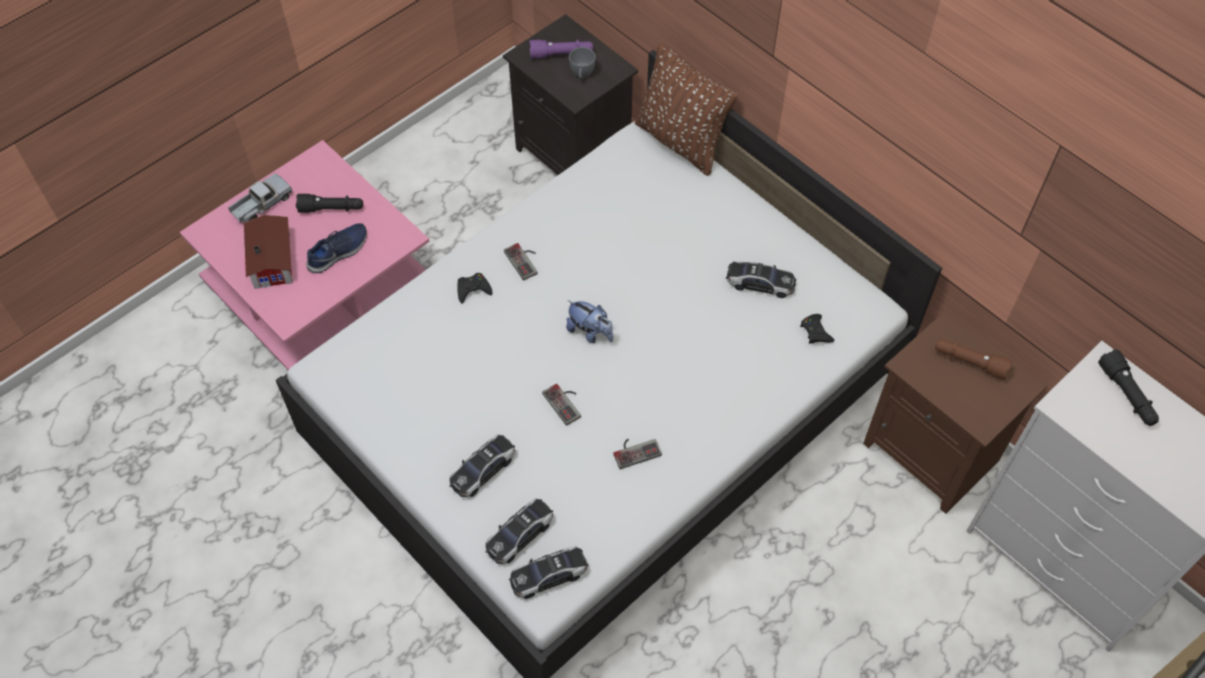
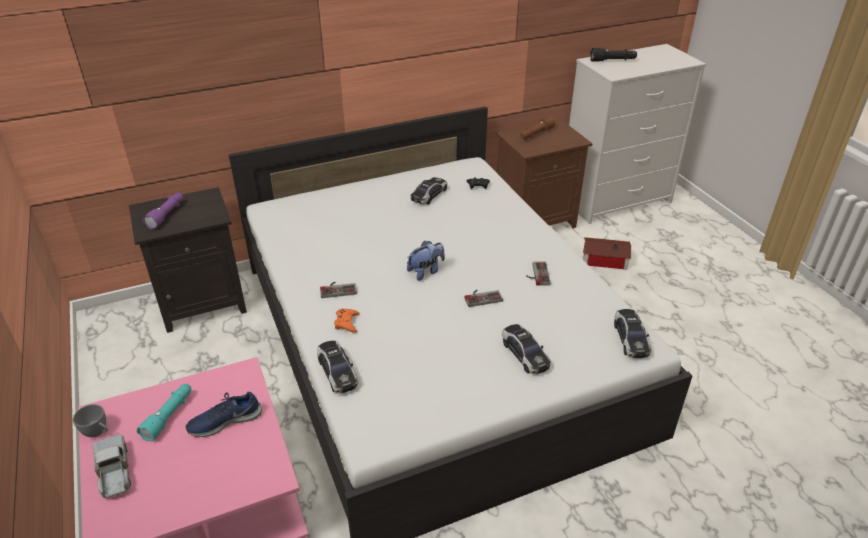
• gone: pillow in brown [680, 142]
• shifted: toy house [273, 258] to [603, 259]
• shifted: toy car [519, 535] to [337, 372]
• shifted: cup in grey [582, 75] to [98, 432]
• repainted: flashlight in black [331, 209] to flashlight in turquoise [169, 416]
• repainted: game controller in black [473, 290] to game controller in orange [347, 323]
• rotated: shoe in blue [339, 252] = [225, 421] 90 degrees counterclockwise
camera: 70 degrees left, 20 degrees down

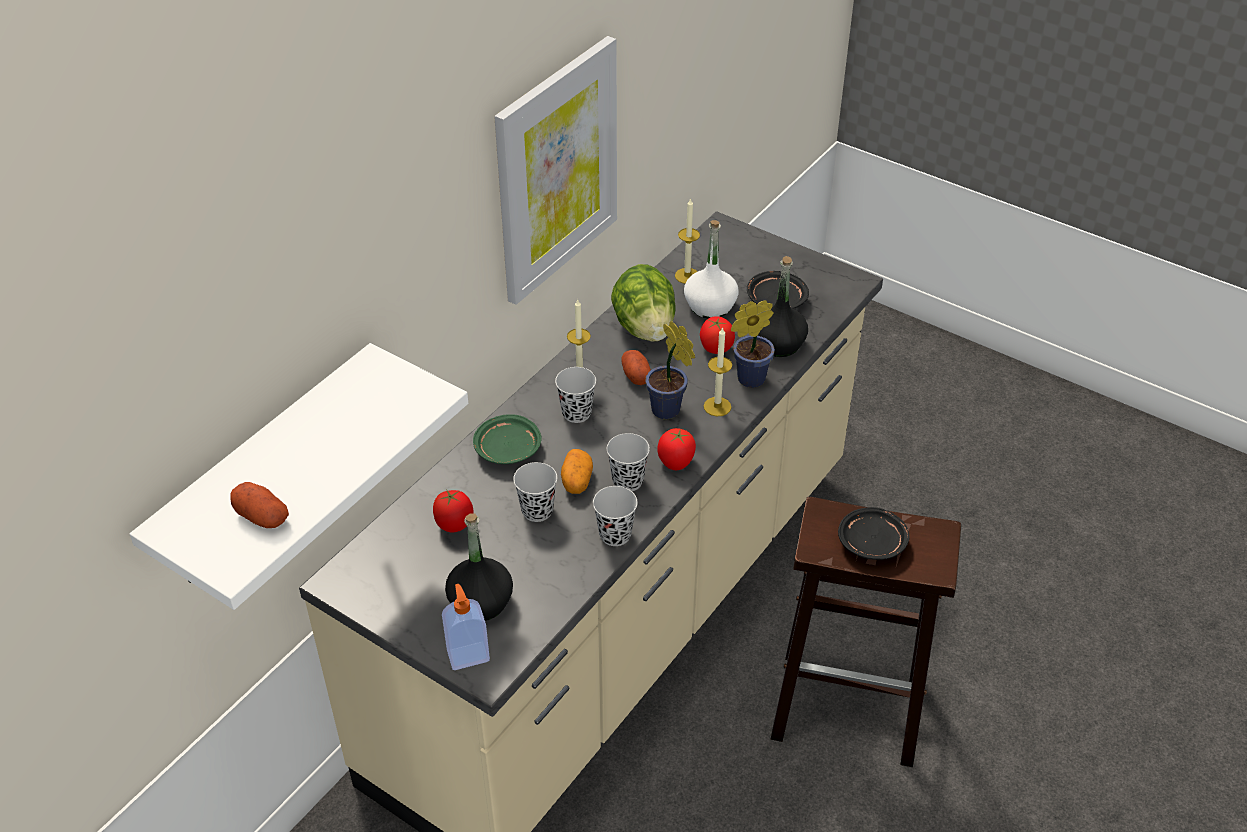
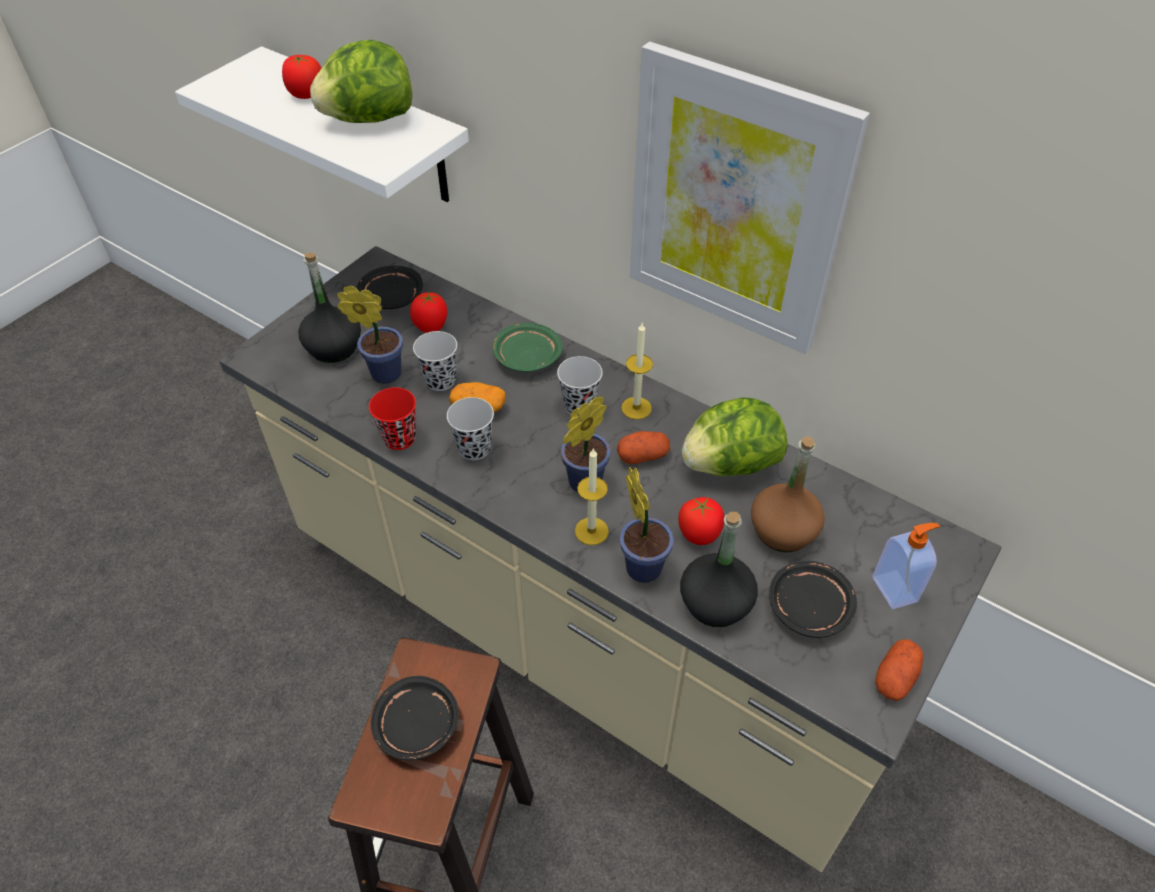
• gone: candle [687, 276]
• new: lettuce [369, 119]
• new: potted plant [382, 373]
• new: plate in black [391, 297]
• shifted: potato [262, 516] to [895, 678]
• shifted: soap dispenser [468, 654] to [895, 589]
• shifted: tomato [676, 462] to [306, 95]
• repainted: cup in black [615, 535] to cup in red [399, 438]
• repainted: bottle in white [710, 306] to bottle in brown [783, 531]
camera: 90 degrees right, 5 degrees up

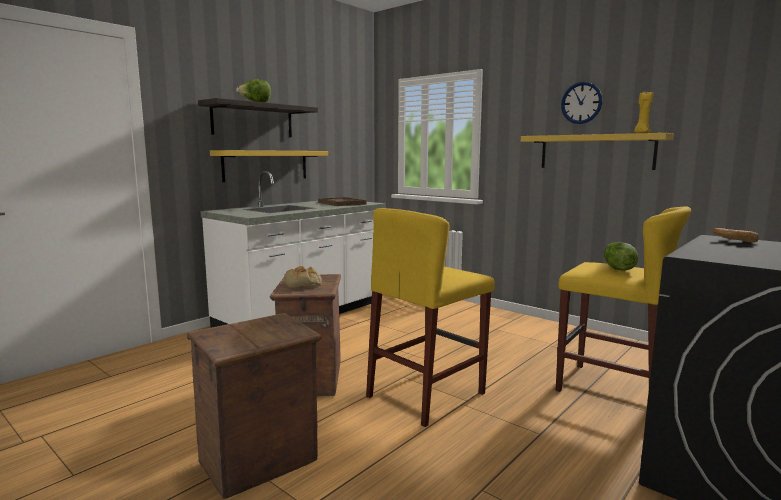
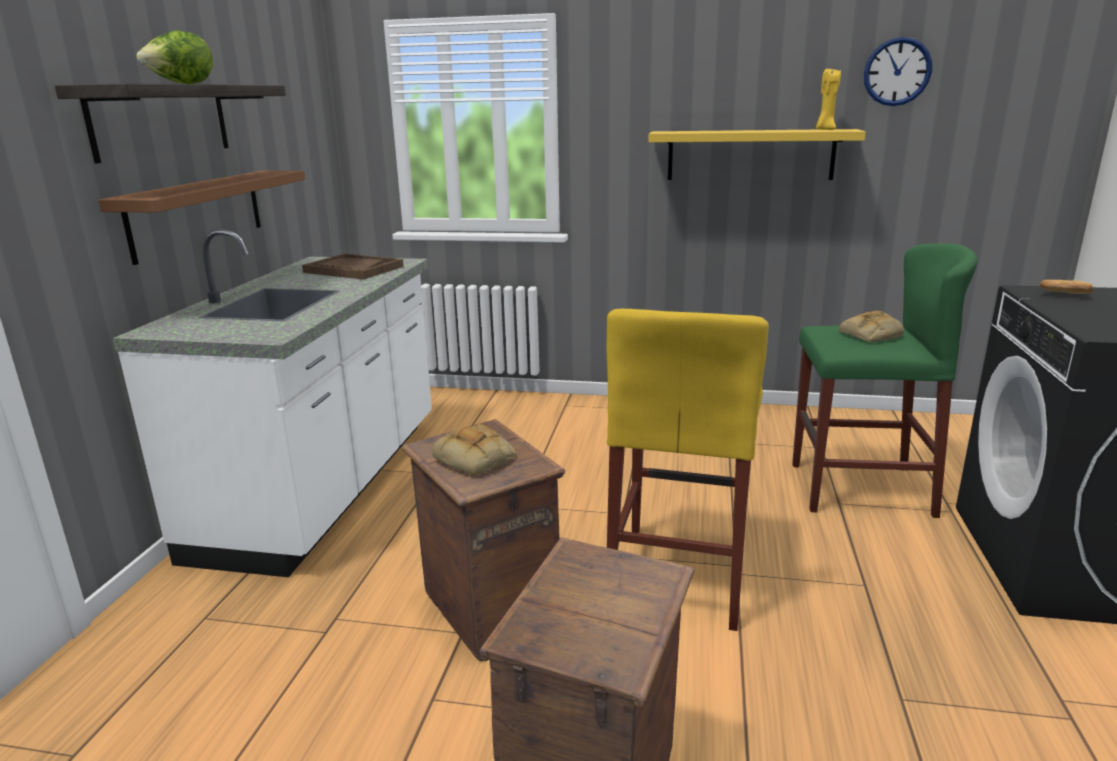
• shifted: wall clock [581, 103] to [897, 72]
• swapped: lettuce [617, 269] to bread [871, 335]
• repainted: shelf in yellow [266, 165] to shelf in brown [198, 213]
• repainted: stool in yellow [612, 389] to stool in green [860, 489]
camera: 30 degrees left, 10 degrees up

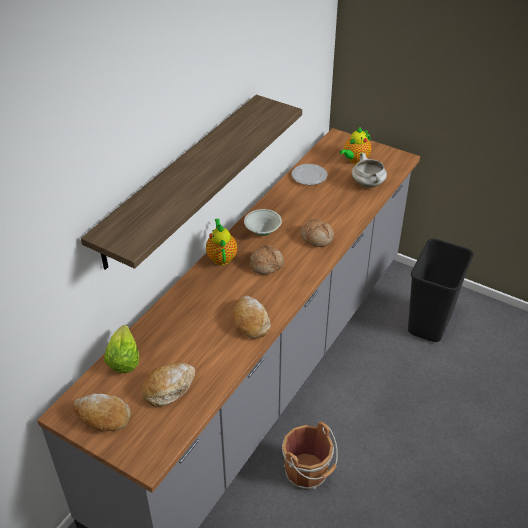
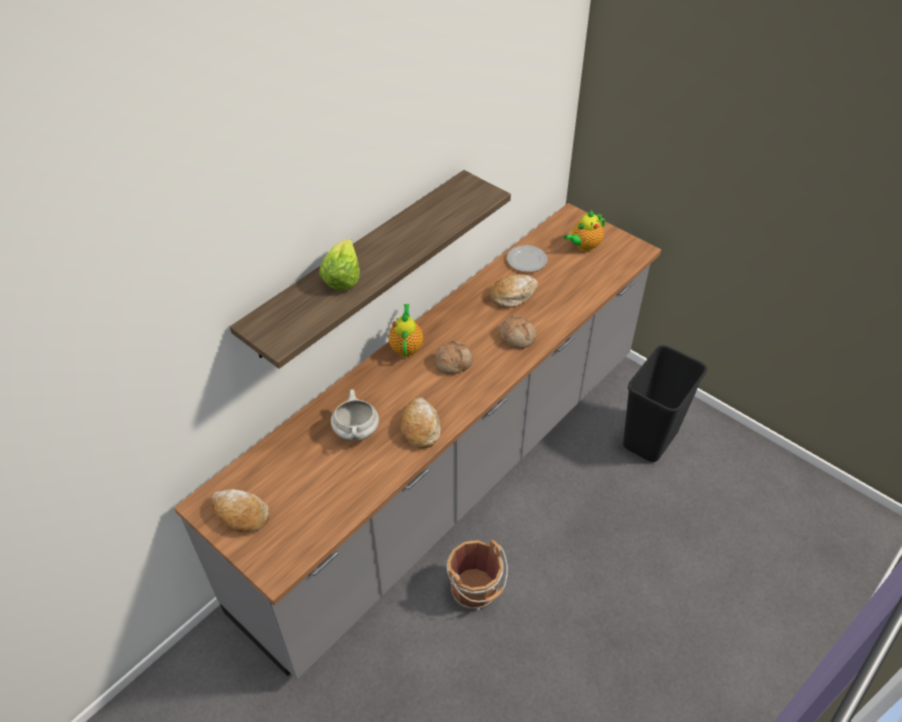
• gone: bowl in white [263, 232]
• shifted: lettuce [123, 359] to [342, 277]
• shifted: bread [169, 388] to [513, 295]
• shifted: cooking pot in white [368, 184] to [357, 432]
camera: 10 degrees right, 5 degrees up

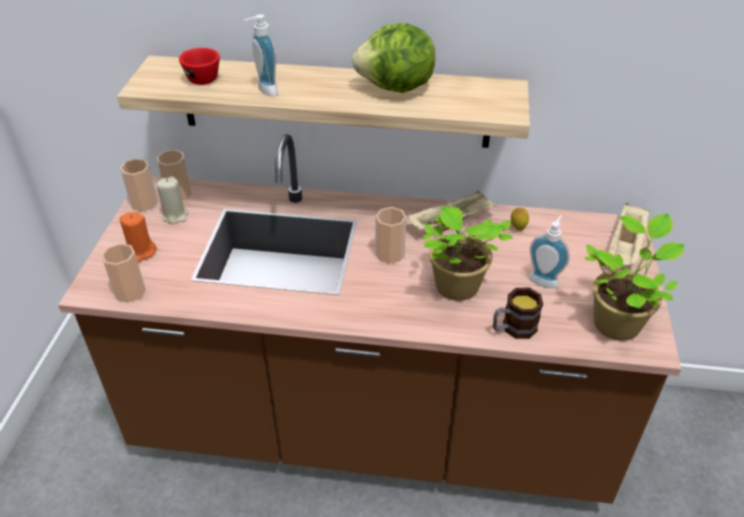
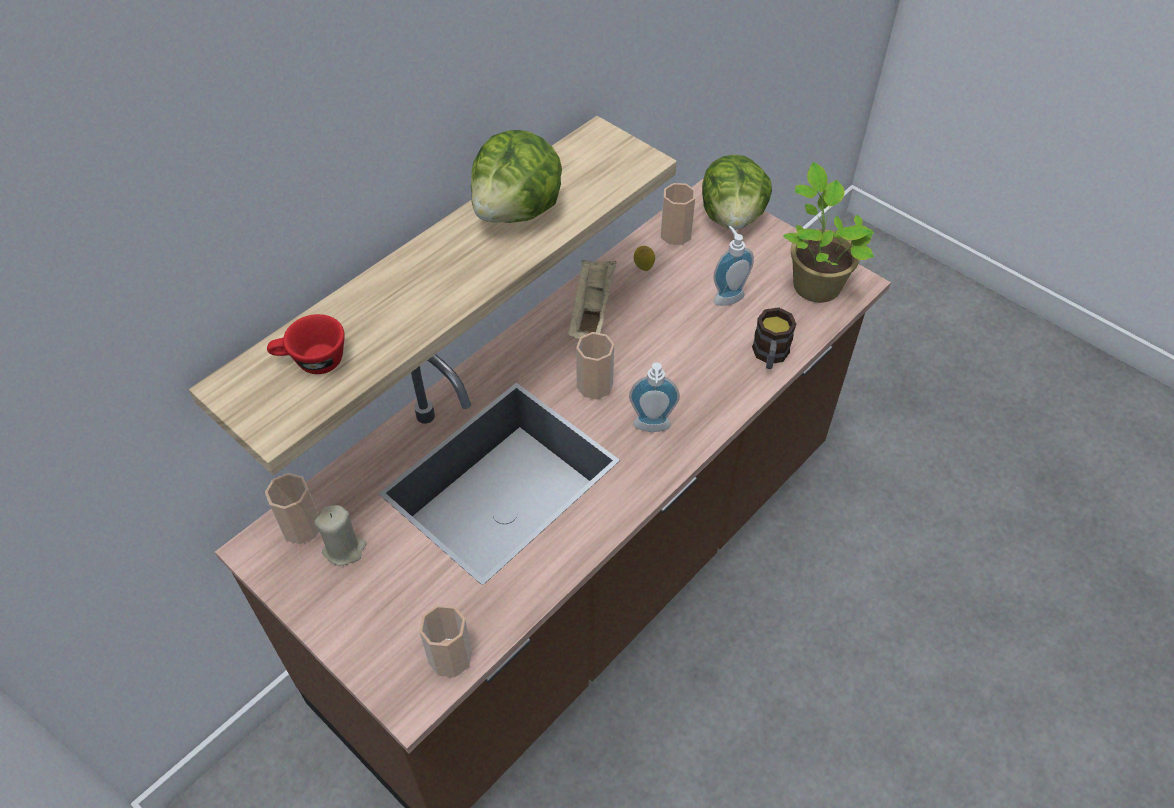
• gone: candle in orange [141, 252]
• gone: potted plant [456, 289]
• shifted: cup [144, 203] to [675, 234]
• shifted: soap dispenser [264, 90] to [651, 428]
• swapped: tray in beige [625, 248] to lettuce [732, 217]
camera: 55 degrees left, 10 degrees up

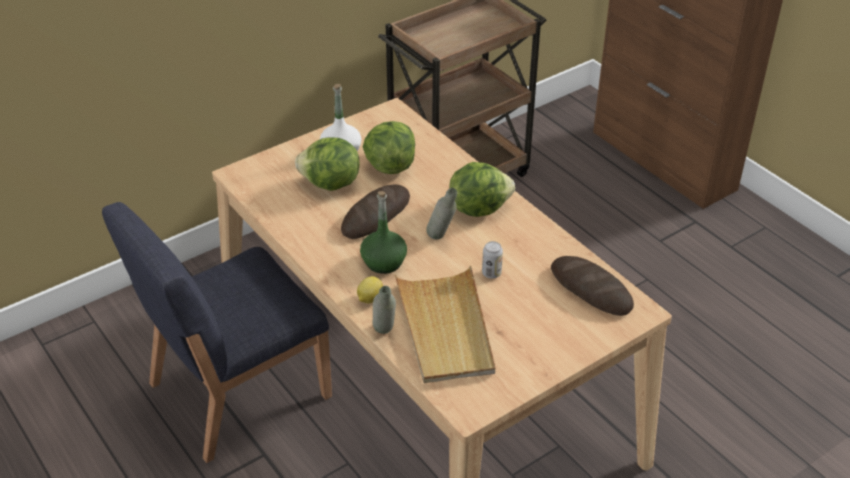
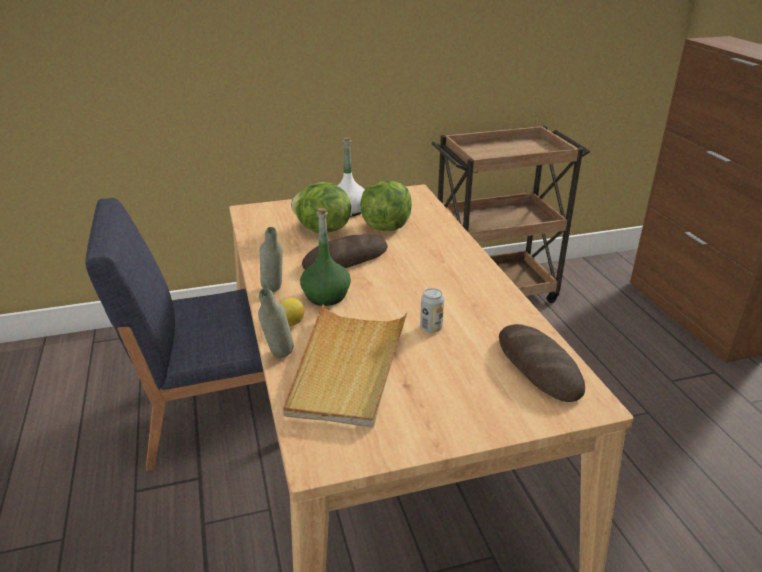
• gone: lettuce [478, 207]
• shifted: bottle in grey [441, 239] to [274, 293]
camera: 20 degrees right, 10 degrees down

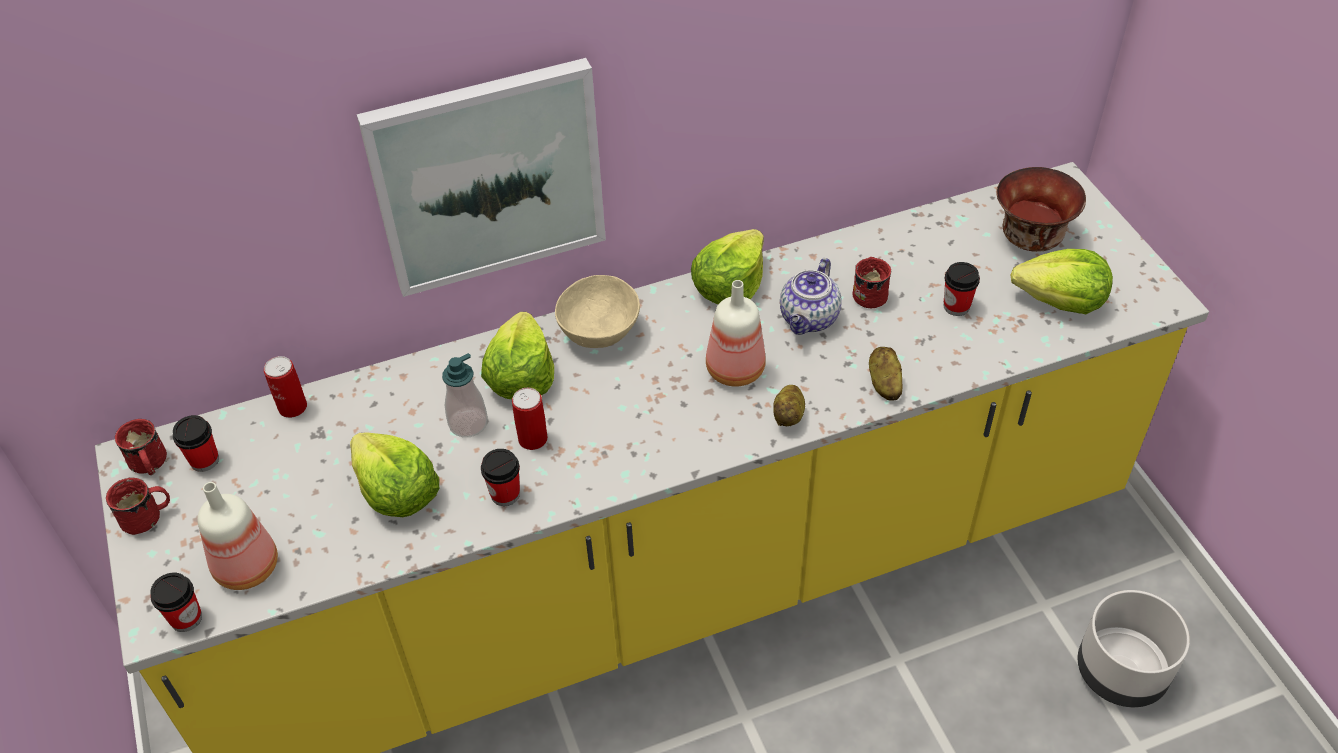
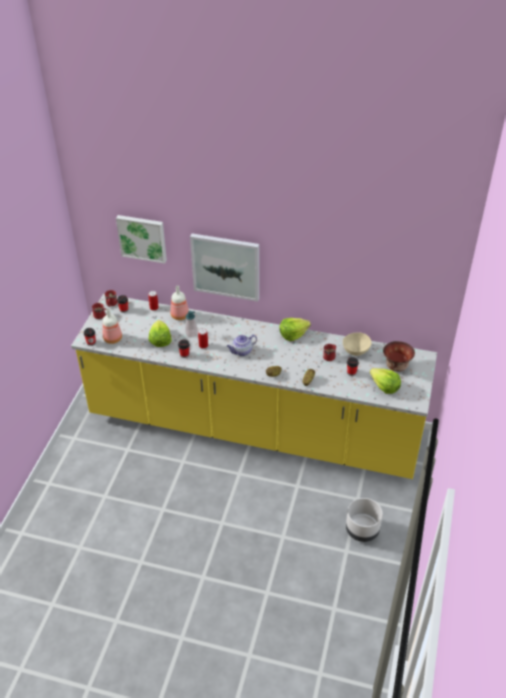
• gone: lettuce [520, 376]
• new: picture [142, 237]
• shifted: bowl in beige [601, 332] to [356, 351]
• shifted: bottle [733, 369] to [179, 315]
• shifted: teapot [809, 319] to [241, 351]
camera: 35 degrees right, 5 degrees down

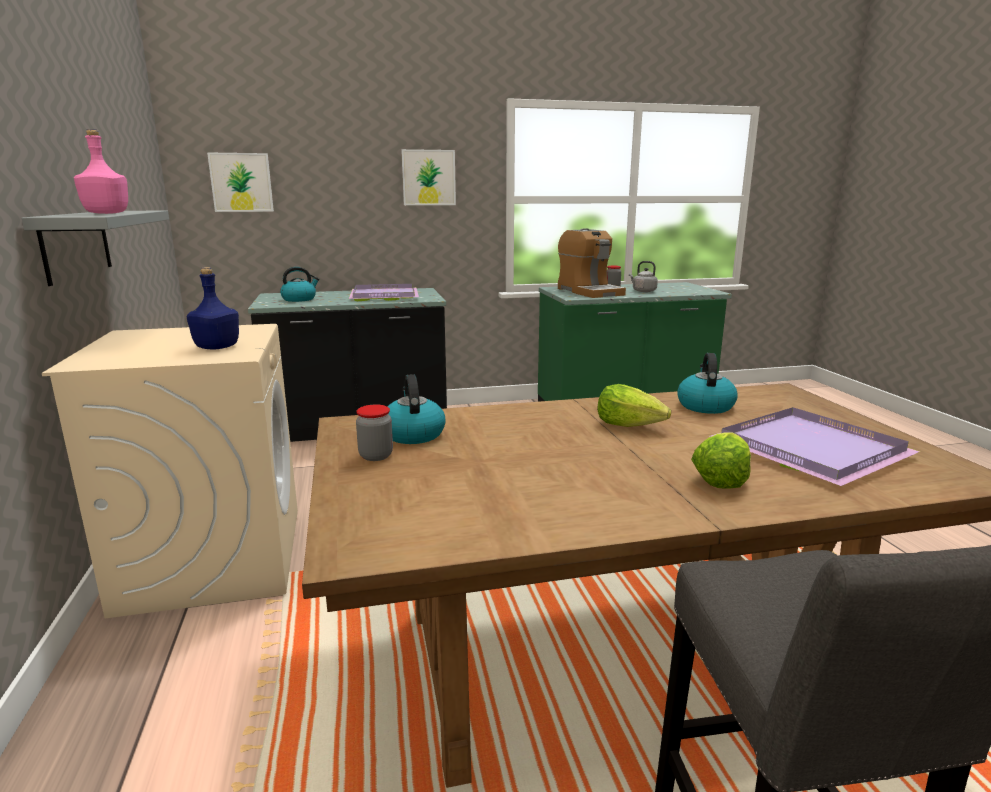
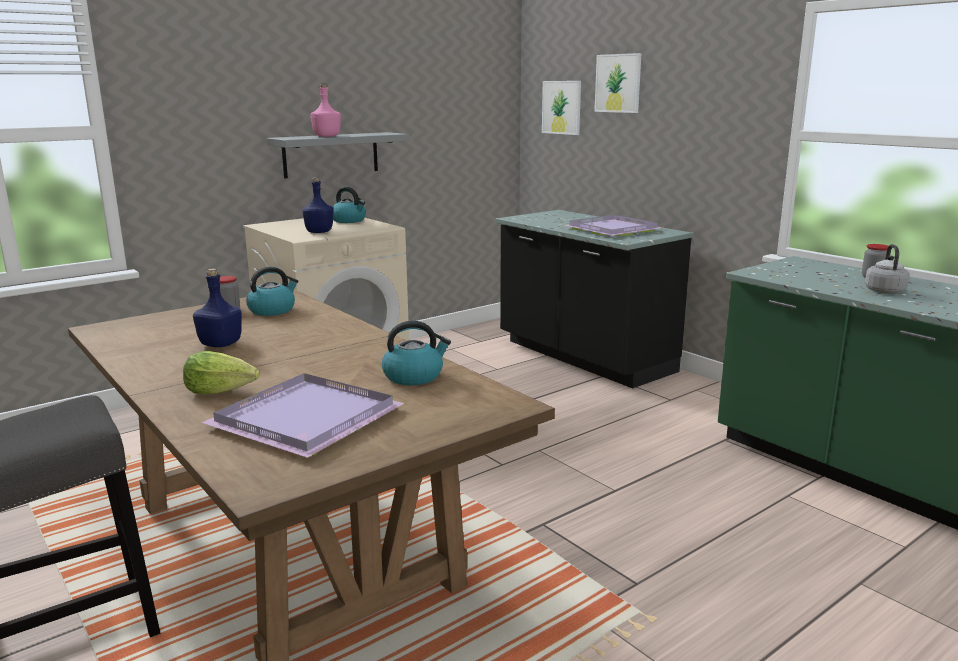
• gone: coffee machine [589, 291]
• gone: lettuce [629, 425]
• new: bottle in blue [220, 344]
• shifted: kettle [299, 299] to [349, 220]
• shifted: picture [428, 177] to [618, 83]
camera: 65 degrees right, 0 degrees up

